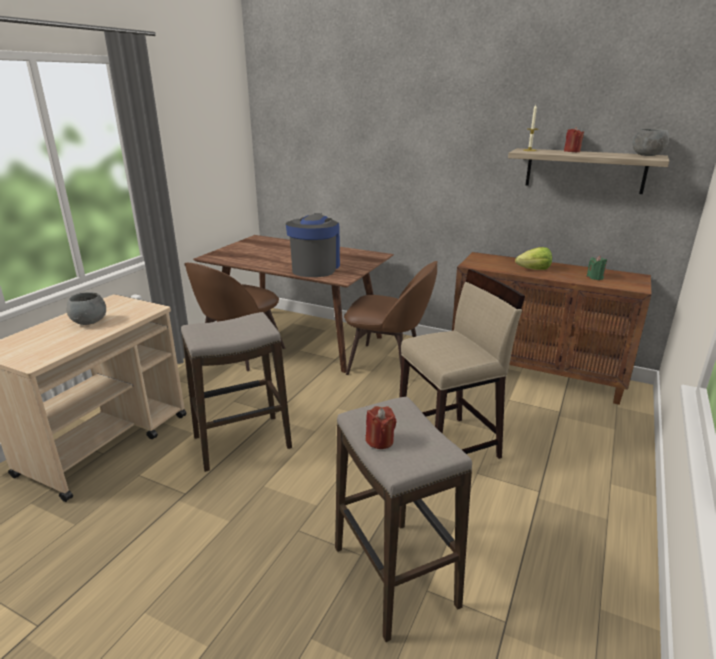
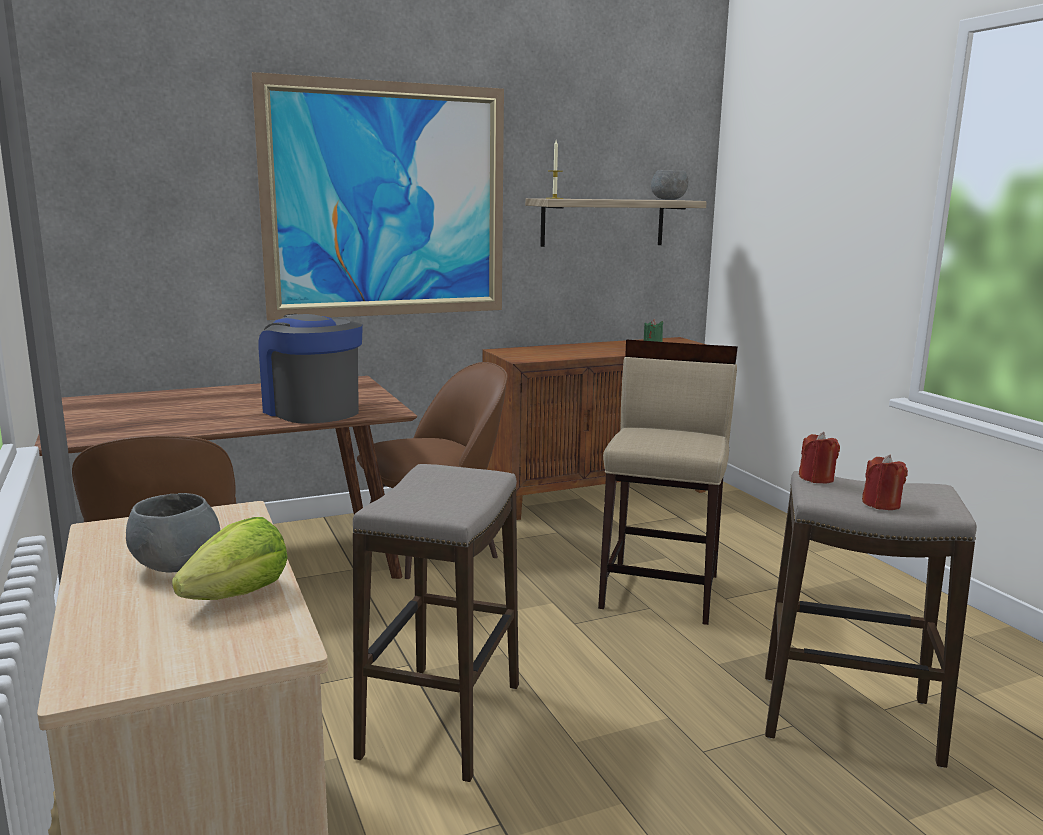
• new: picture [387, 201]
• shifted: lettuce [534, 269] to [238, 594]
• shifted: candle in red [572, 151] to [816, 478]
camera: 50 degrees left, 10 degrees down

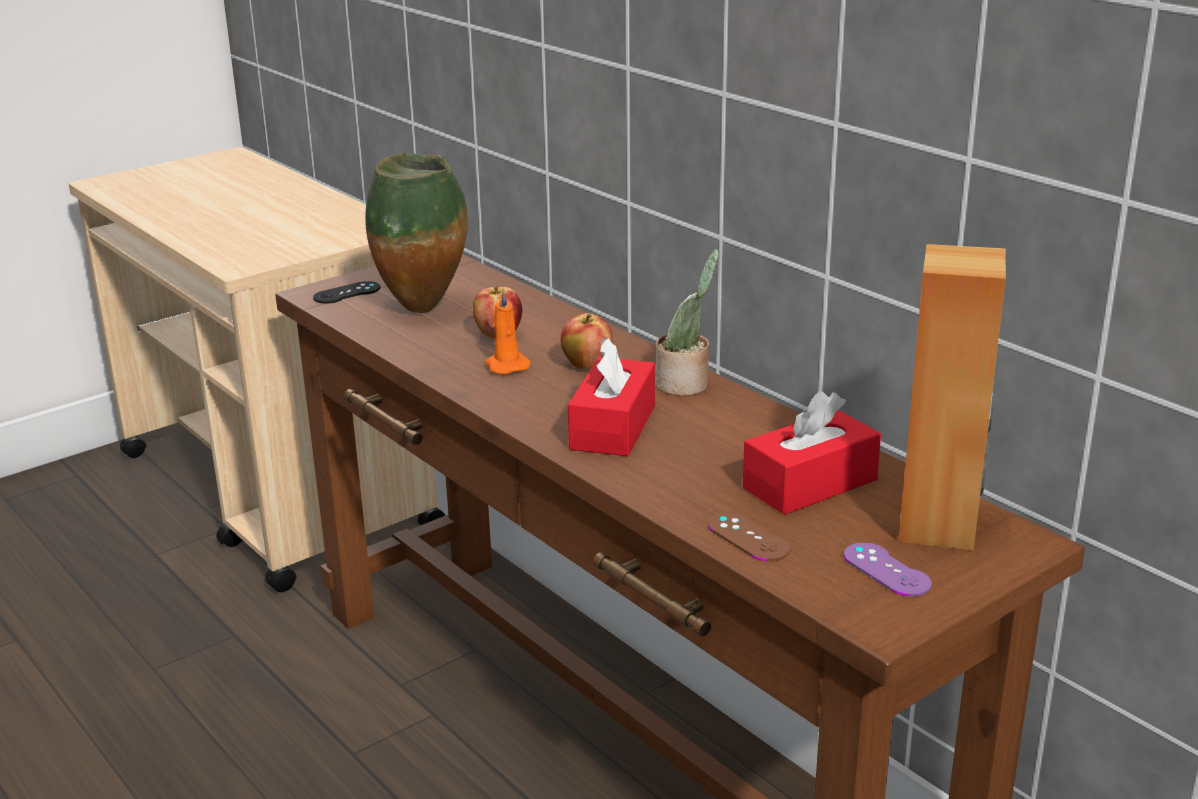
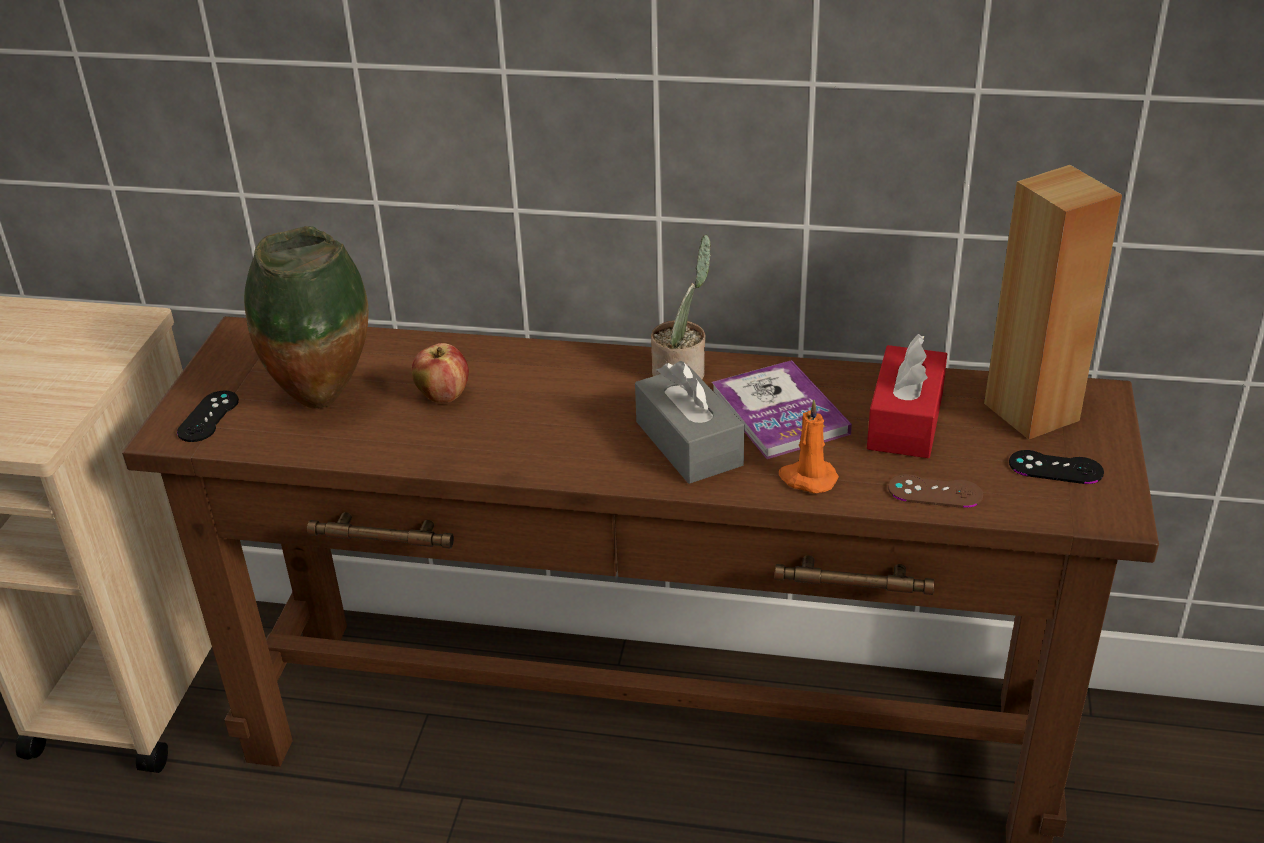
• gone: apple [587, 365]
• new: book [779, 413]
• shifted: candle in orange [506, 365] to [807, 478]
• repainted: tissue box in red [613, 427] to tissue box in grey [688, 443]
• repainted: game controller in purple [886, 570] to game controller in black [1055, 468]
camera: 40 degrees left, 10 degrees up

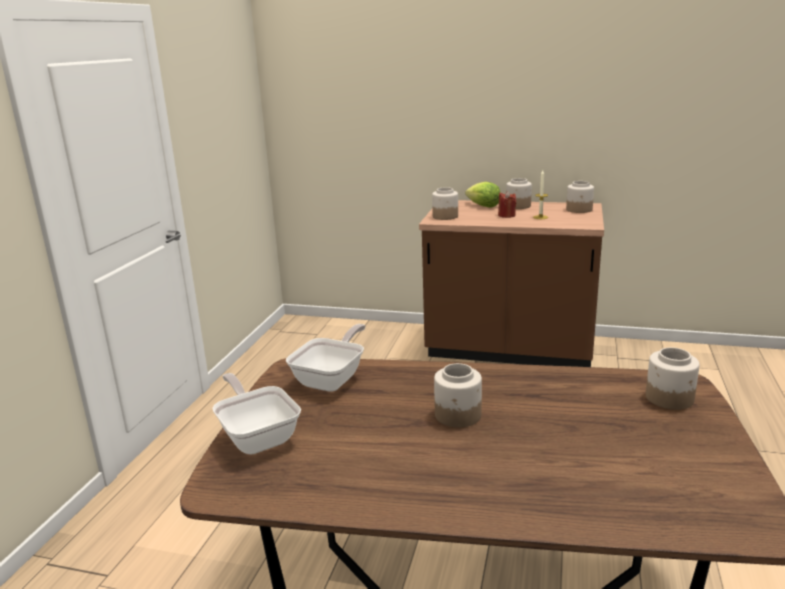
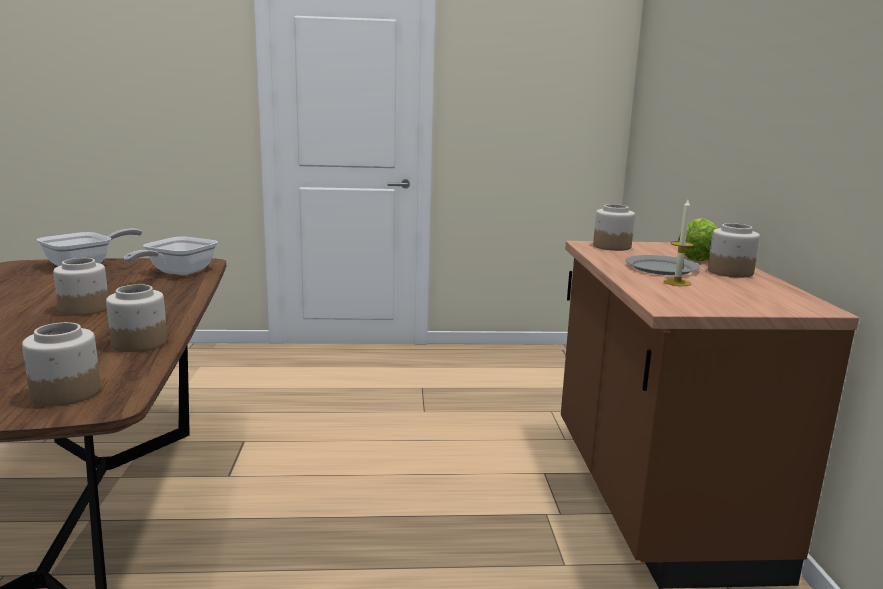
• shifted: jar [579, 210] to [139, 343]
• swapped: candle in red [506, 215] to plate in grey [660, 268]
• rotated: frying pan [332, 379] = [177, 273] 105 degrees clockwise
camera: 70 degrees right, 5 degrees down

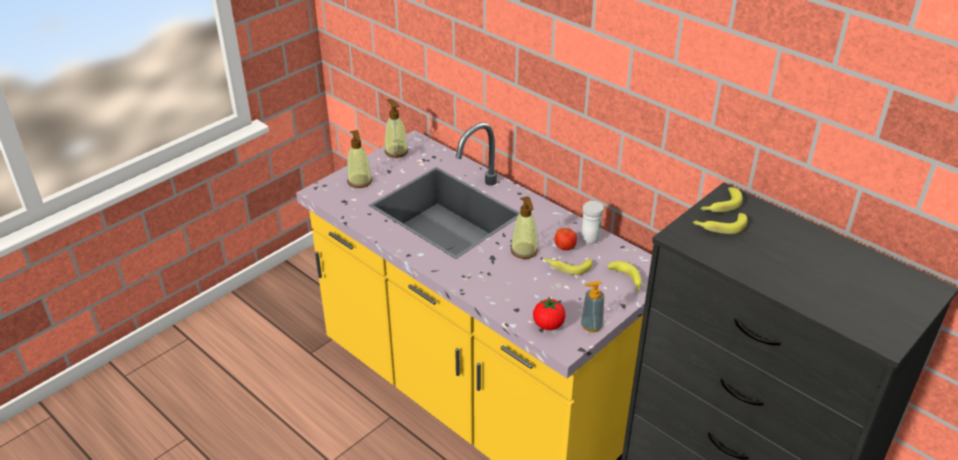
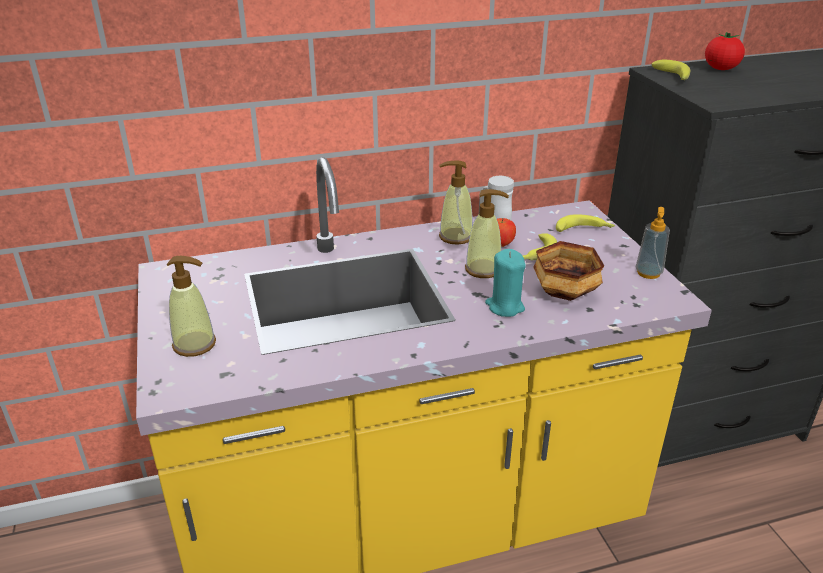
• gone: banana [719, 226]
• new: candle in turquoise [505, 306]
• new: bowl [565, 292]
• shifted: soap dispenser [396, 151] to [455, 237]
• shifted: tomato [548, 325] to [720, 69]
camera: 60 degrees left, 5 degrees down

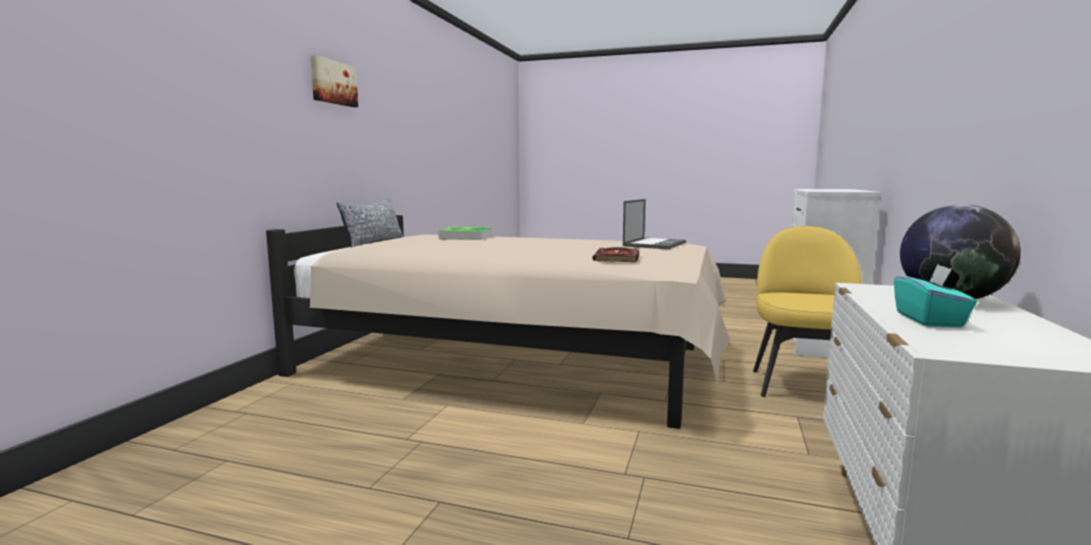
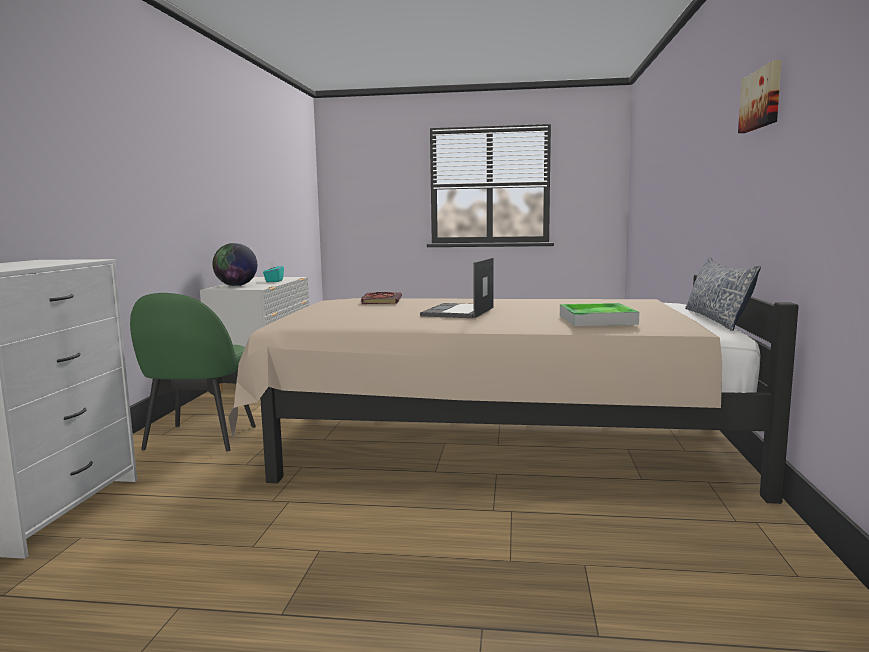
• shifted: laptop [654, 244] to [458, 312]
• repainted: chair in yellow [803, 386] to chair in green [199, 439]
camera: 170 degrees right, 0 degrees up

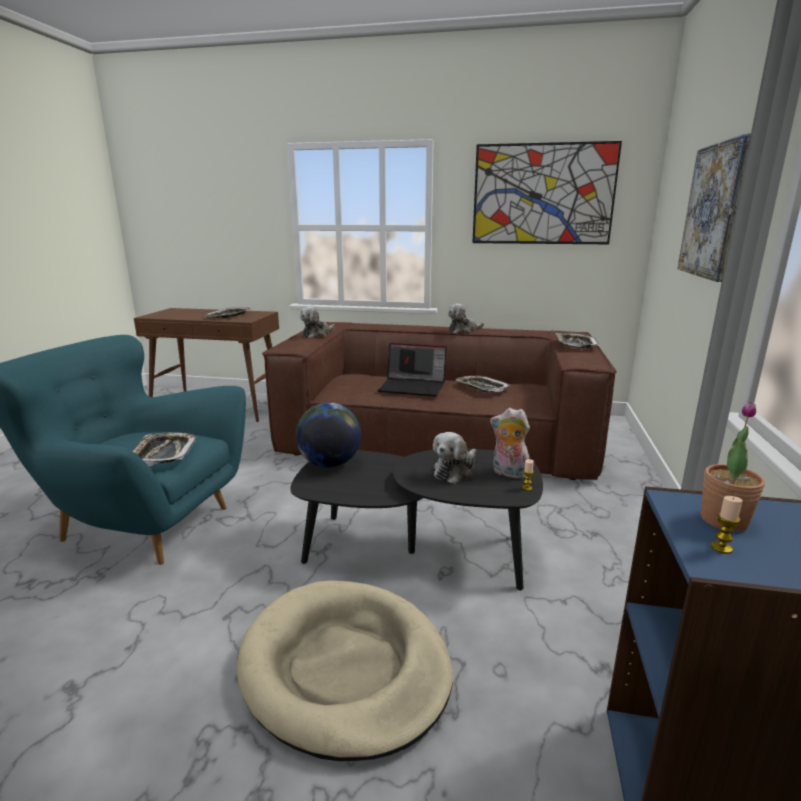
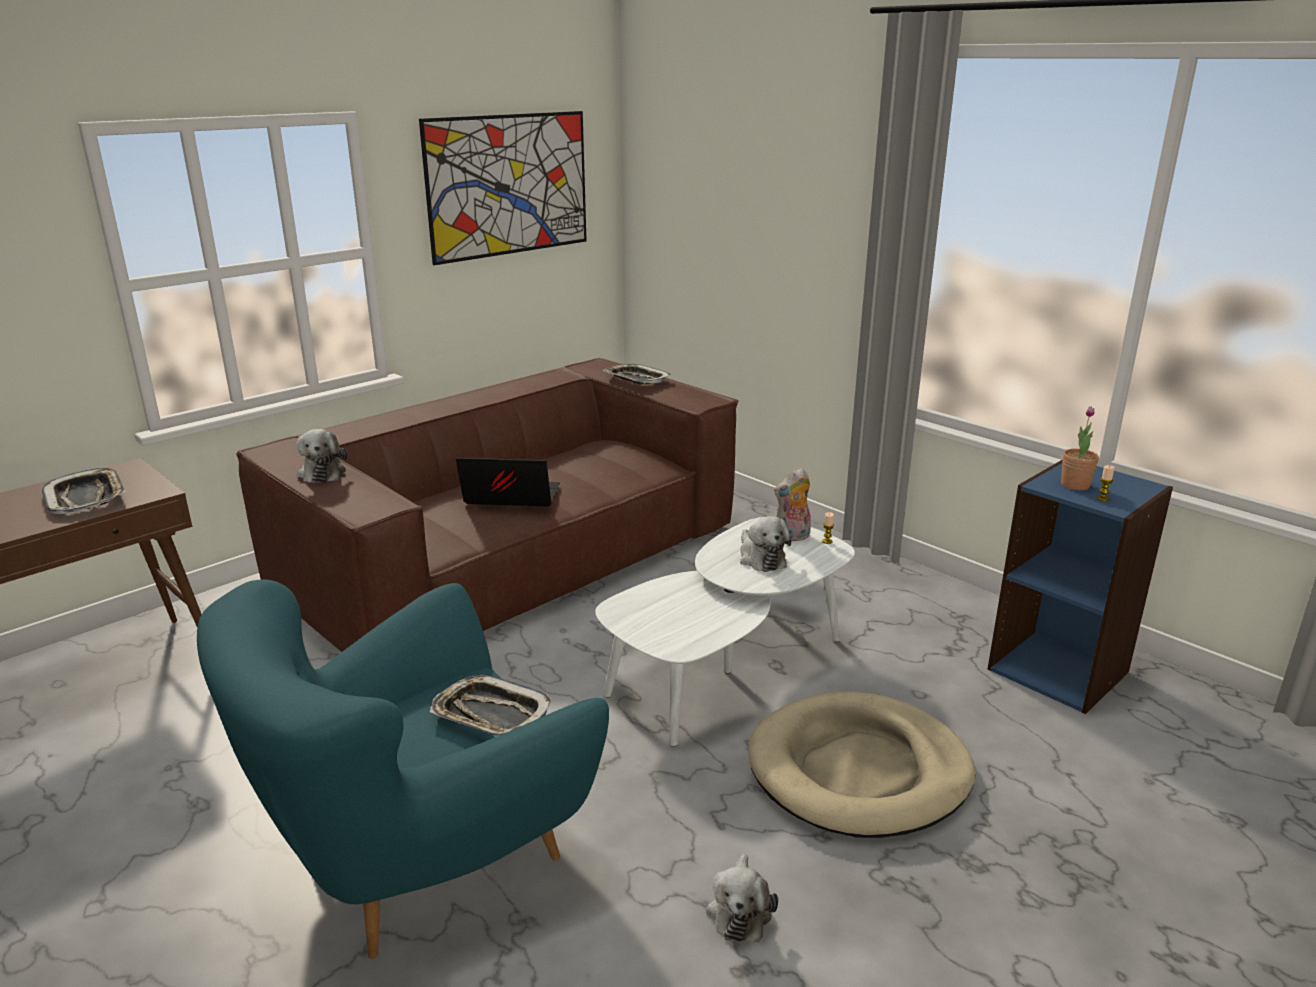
• gone: globe [329, 463]
• gone: tray [481, 387]
• gone: picture [714, 211]
• shifted: plush toy [463, 331] to [740, 910]
• repainted: coffee table in black [415, 550] to coffee table in white [727, 668]
• rotated: laptop [413, 387] = [509, 498] 135 degrees counterclockwise
camera: 55 degrees left, 5 degrees up

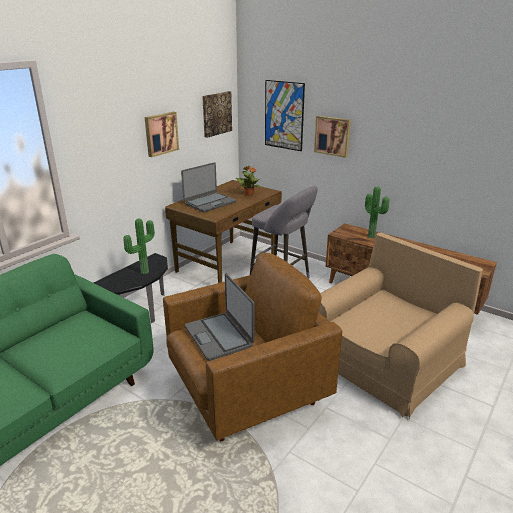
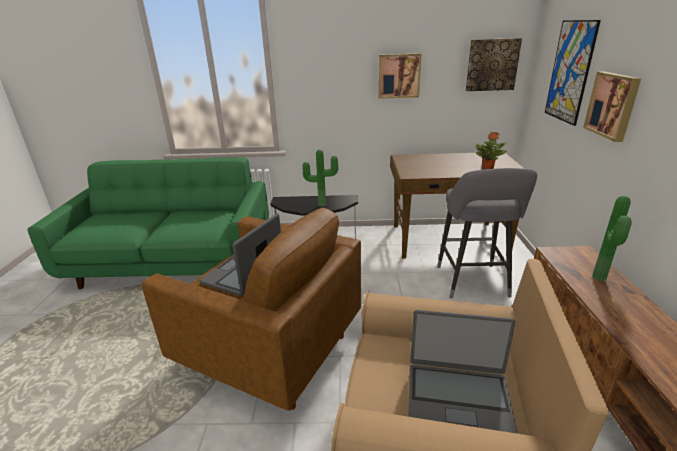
• shifted: laptop [209, 203] to [458, 399]
camera: 55 degrees right, 0 degrees up

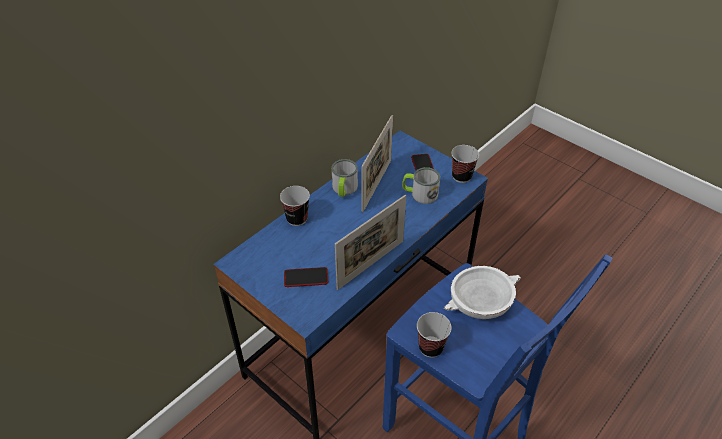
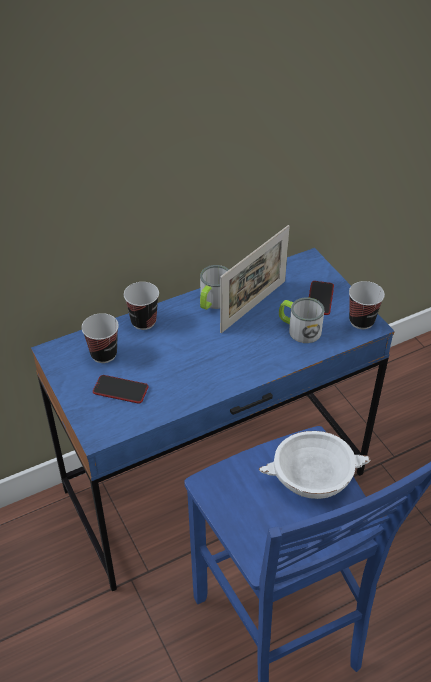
• gone: picture frame [371, 264]
• shifted: cup [431, 347] to [104, 354]
camera: 20 degrees right, 0 degrees up

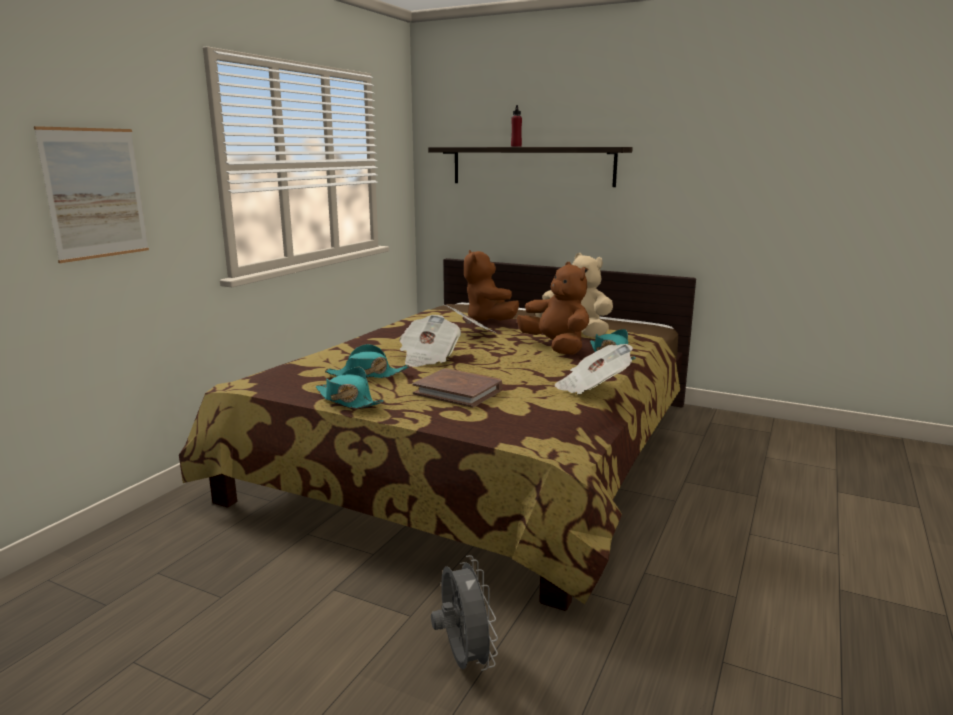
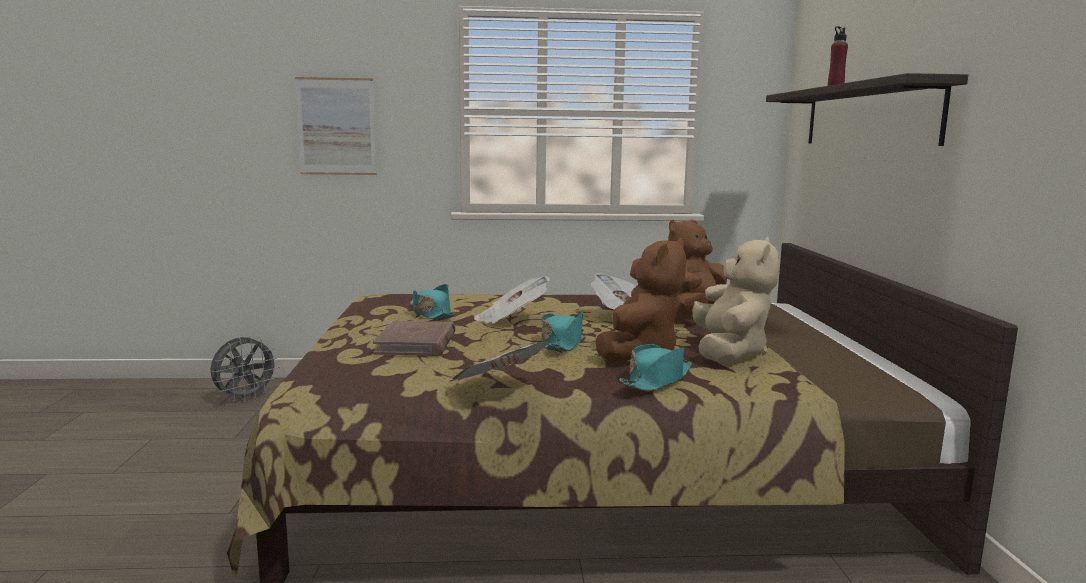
• shifted: hat in turquoise [348, 400] to [562, 342]
• shifted: fan in grey [463, 659] to [245, 398]
camera: 60 degrees right, 5 degrees down

